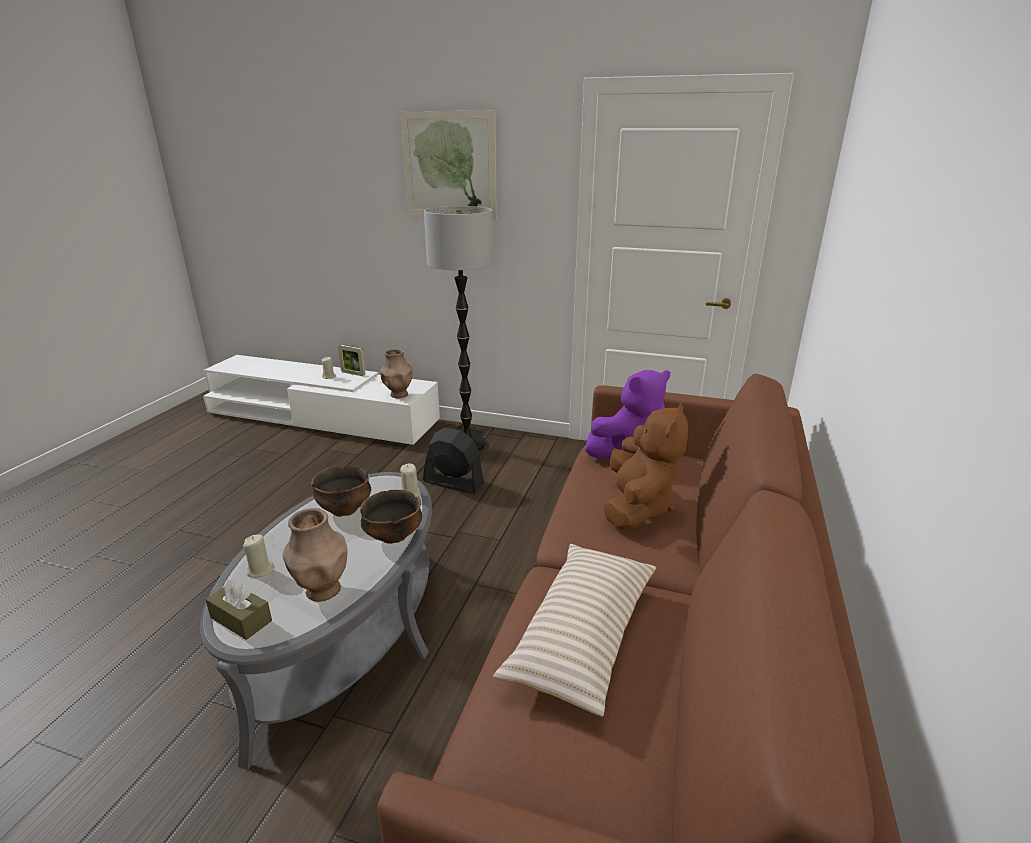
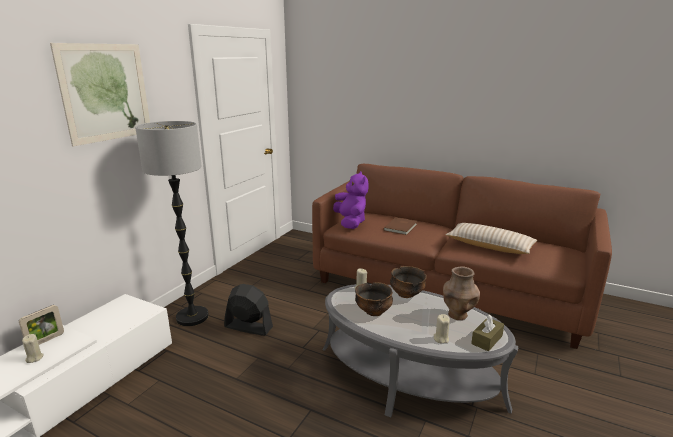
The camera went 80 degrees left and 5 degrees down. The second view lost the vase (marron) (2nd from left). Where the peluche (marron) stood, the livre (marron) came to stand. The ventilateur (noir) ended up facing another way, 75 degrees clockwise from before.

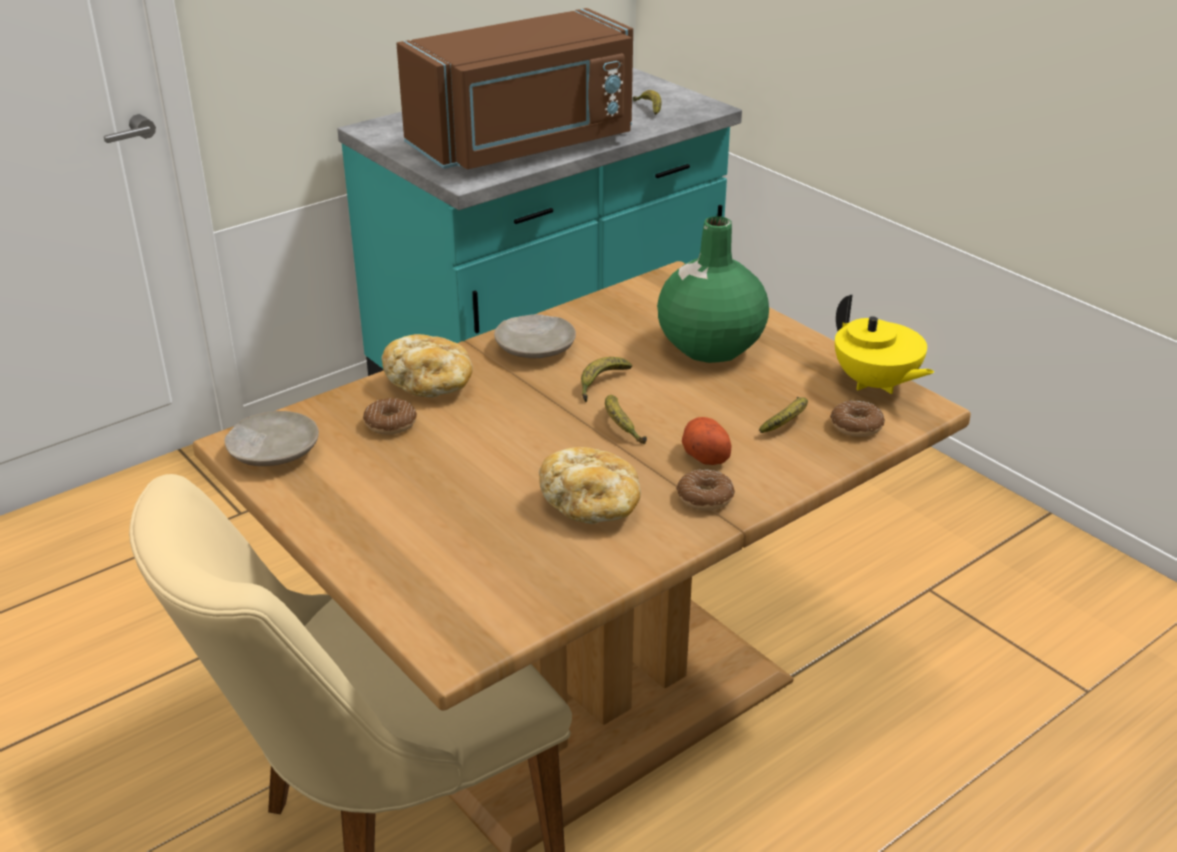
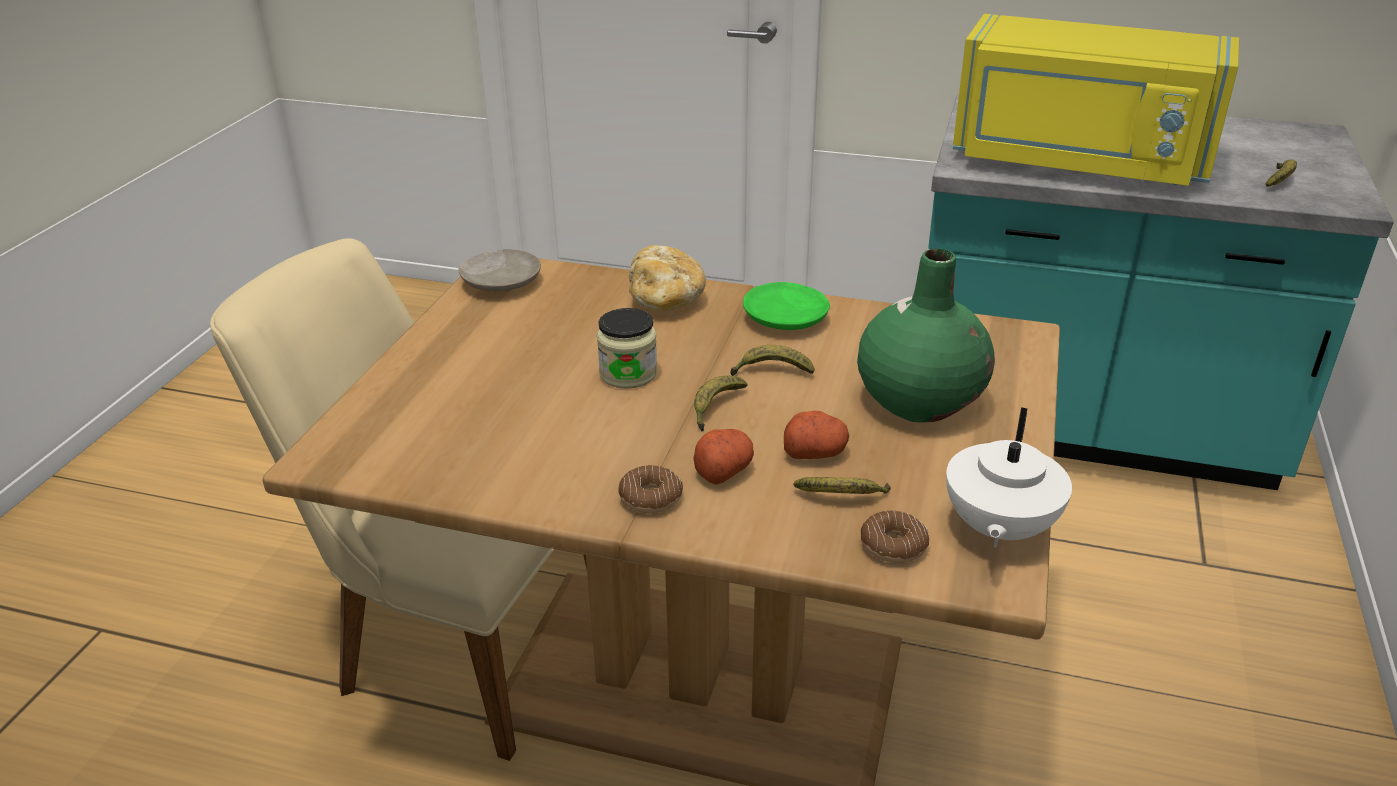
The camera went 55 degrees right and 0 degrees up. The second view lost the beignet (1st from left). The second view lost the pain (2nd from left). The second view gained the bocal. The second view gained the pomme de terre (2nd from left). What was the micro-ondes (marron) turned into the micro-ondes (jaune). What was the assiette (beige) (2nd from left) turned into the assiette (vert). What was the théière (jaune) turned into the théière (blanc).

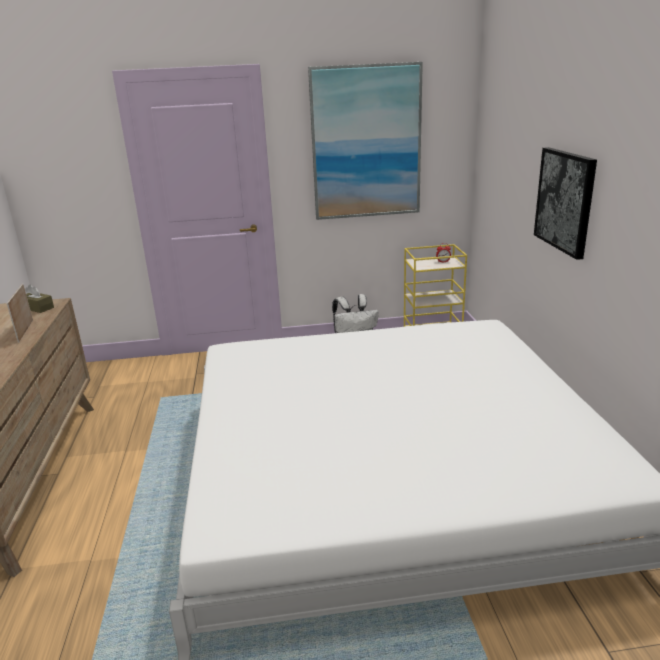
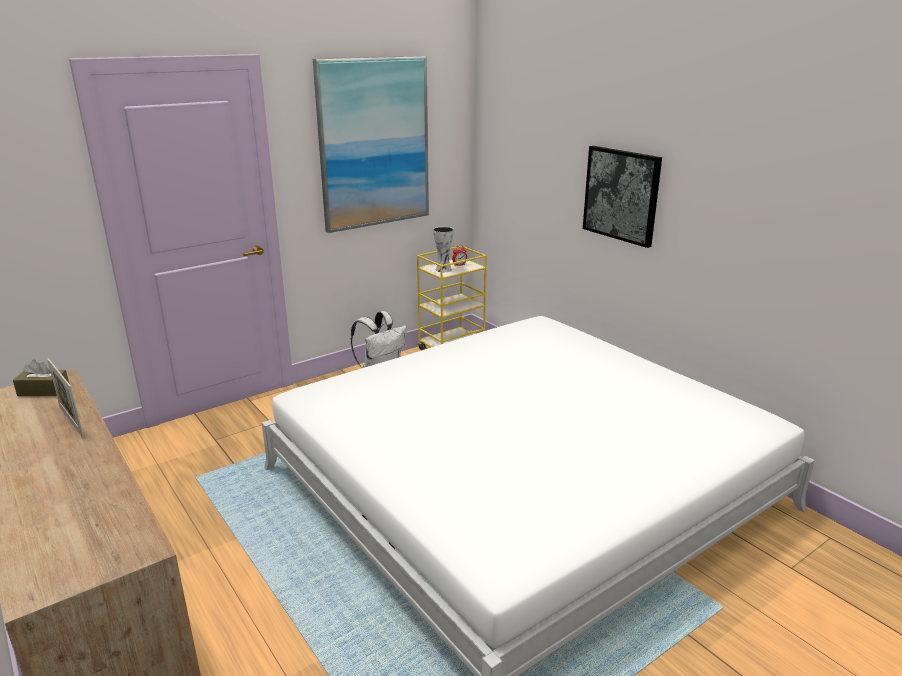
The camera went 30 degrees left and 0 degrees up. The second view gained the vase.

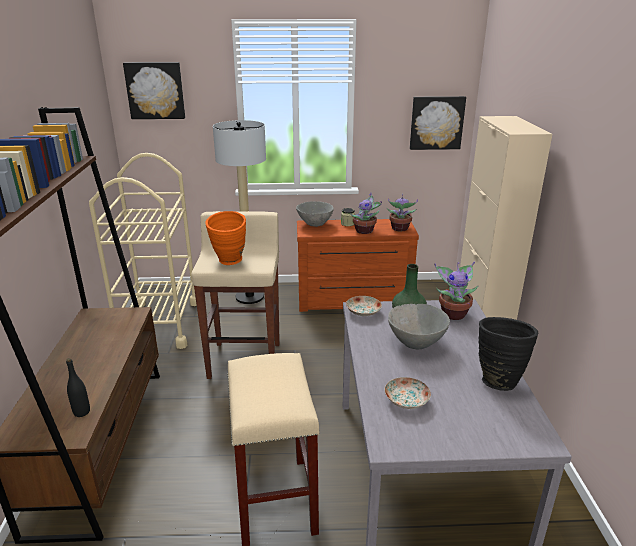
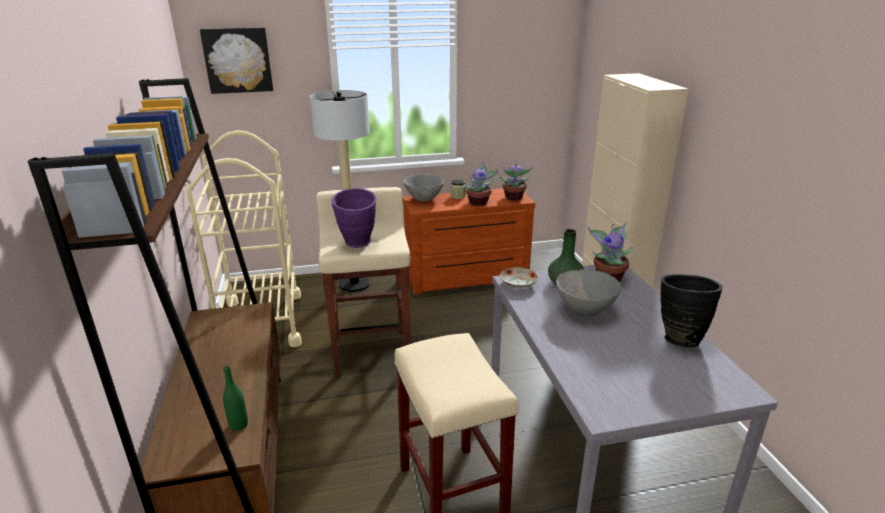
The camera went 10 degrees left and 0 degrees up. The second view lost the assiette (2nd from left). The second view lost the tableau (2nd from left). What was the bouteille (noir) turned into the bouteille (vert). What was the vase (orange) turned into the vase (violet).

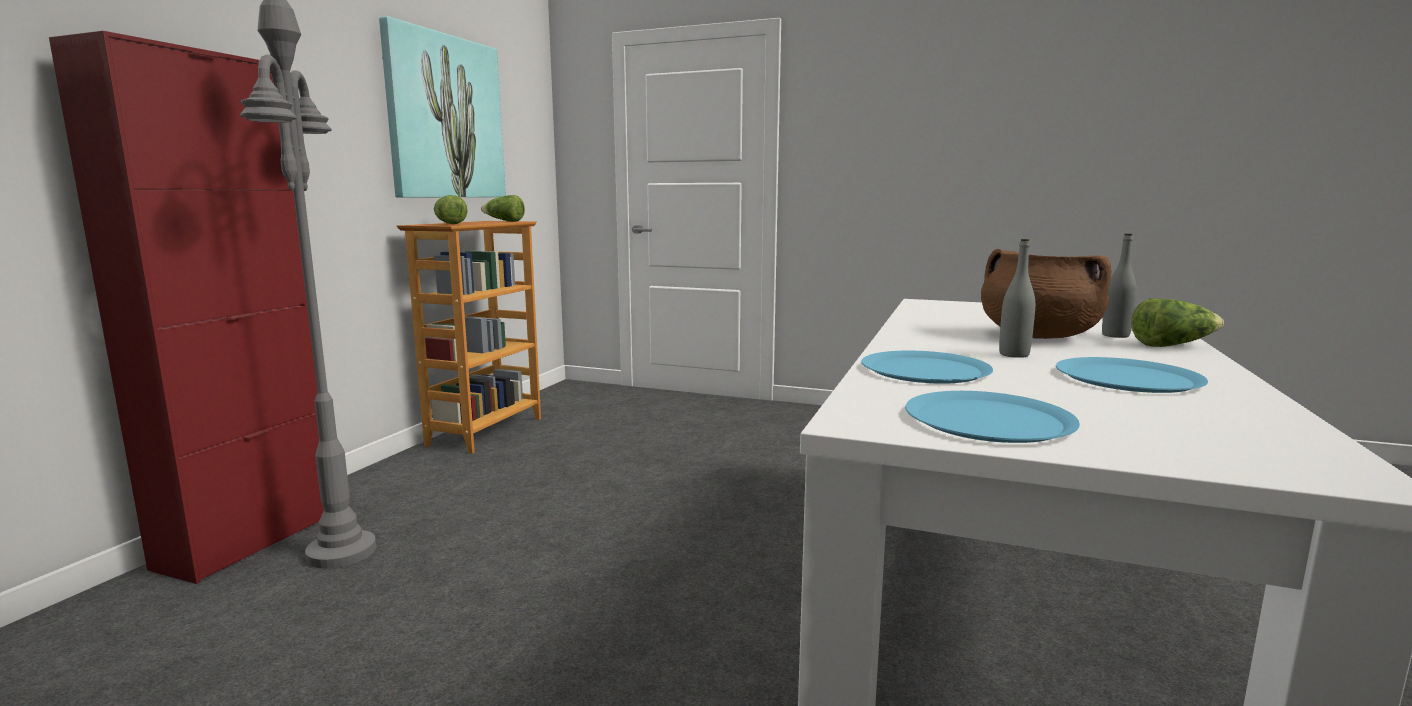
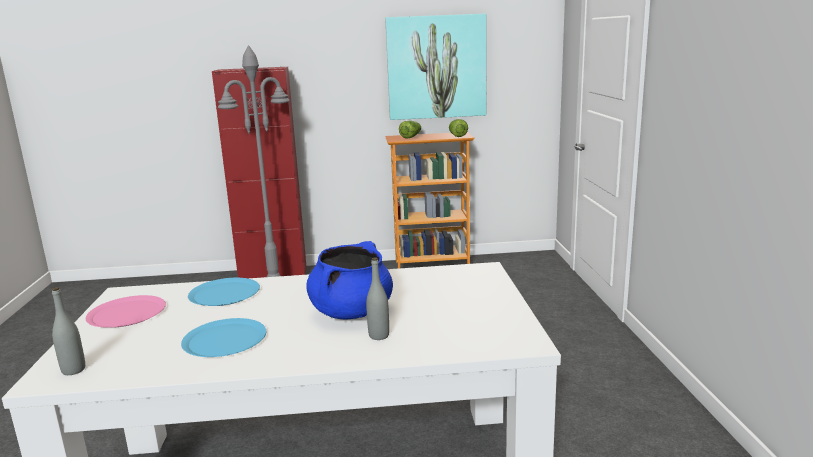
The camera went 65 degrees right and 5 degrees up. The second view lost the laitue (3rd from left). The bouteille (gris) (1st from left) ended up elsewhere. What was the assiette (bleu) (2nd from left) turned into the assiette (rose). What was the marmite (marron) turned into the marmite (bleu).

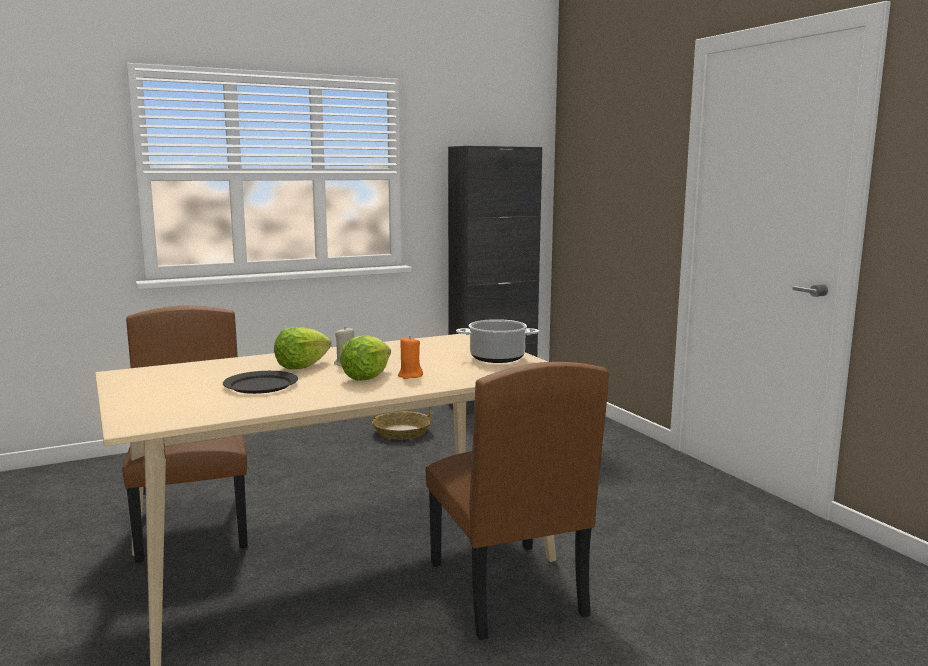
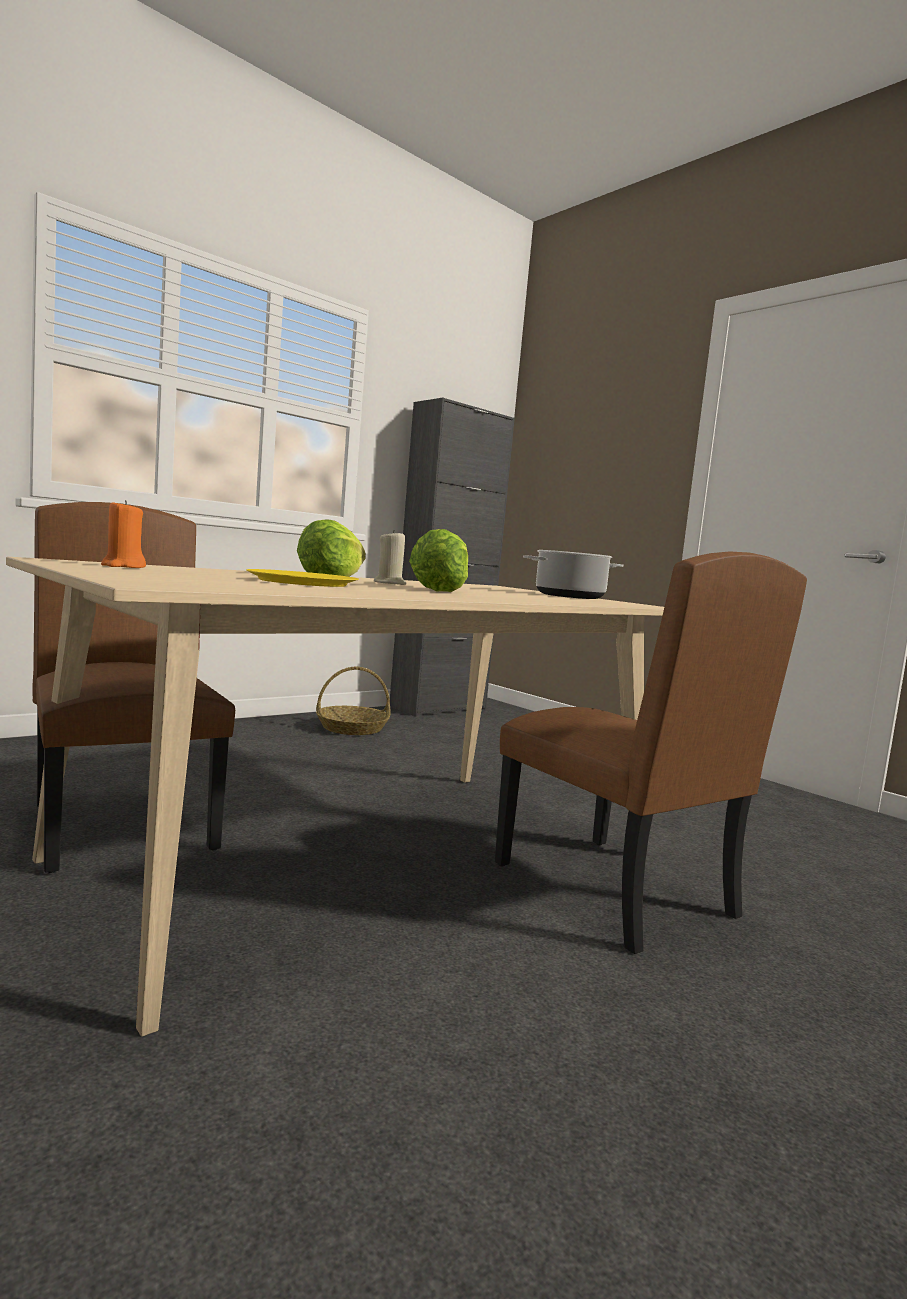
The camera went 15 degrees left and 5 degrees down. The bougie (orange) ended up elsewhere. What was the assiette (noir) turned into the assiette (jaune).

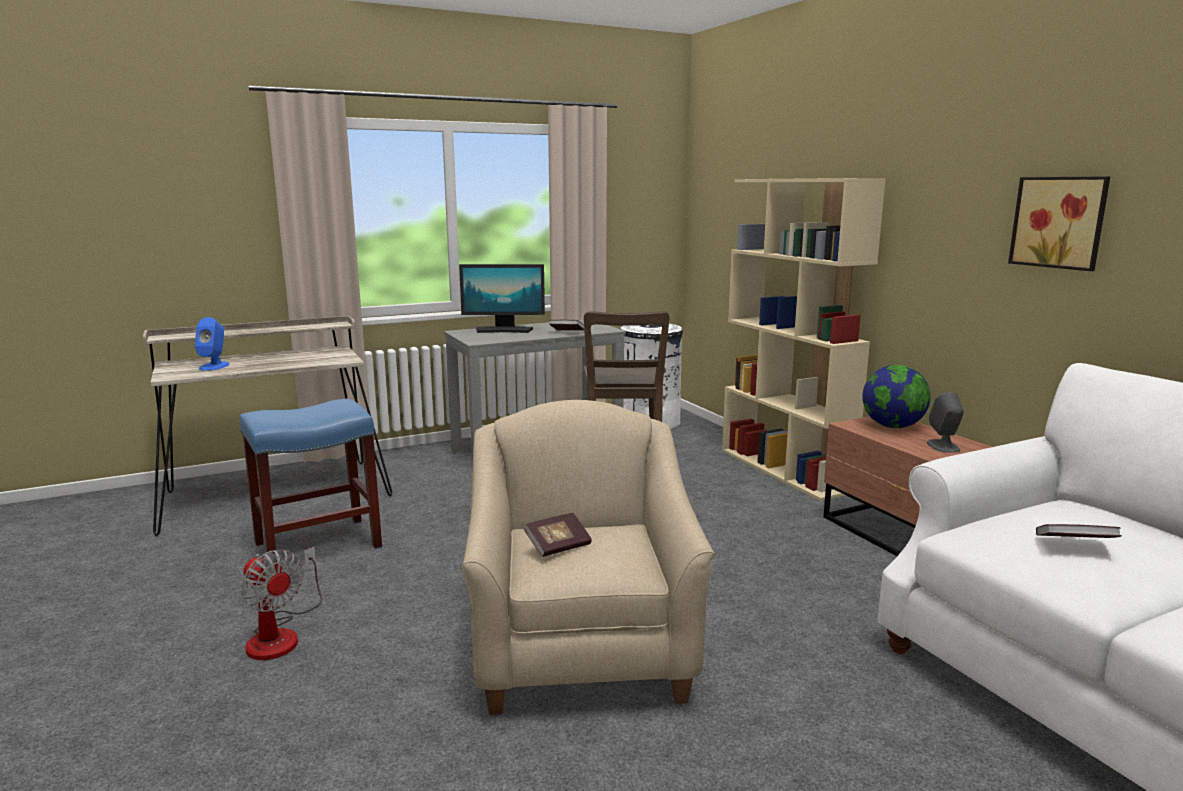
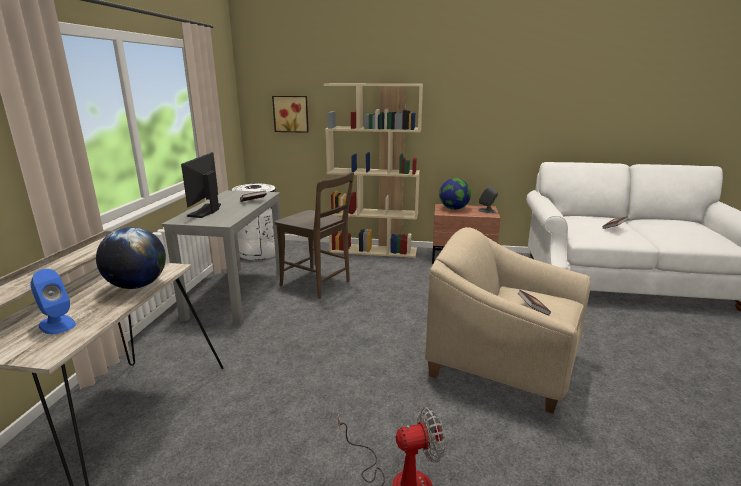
The camera went 55 degrees left and 5 degrees up. The second view lost the tabouret (bleu). The second view gained the globe (1st from left). The tableau ended up elsewhere. The écran d'ordinateur ended up facing another way, 150 degrees clockwise from before.

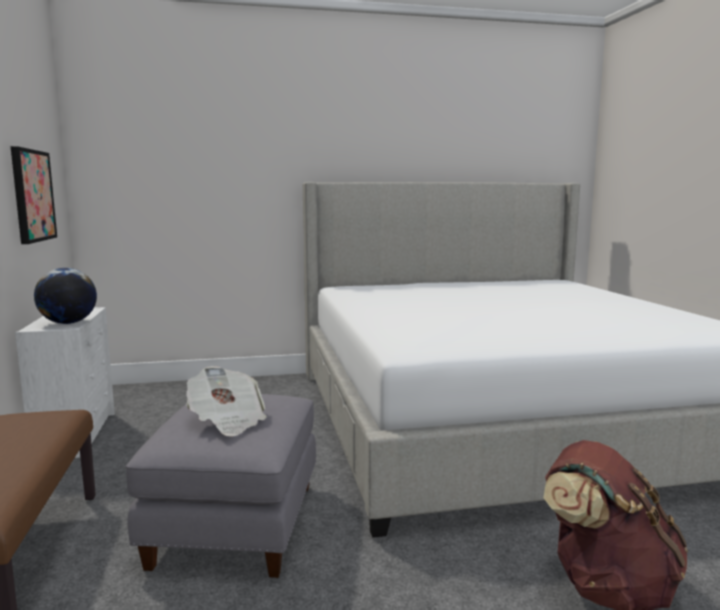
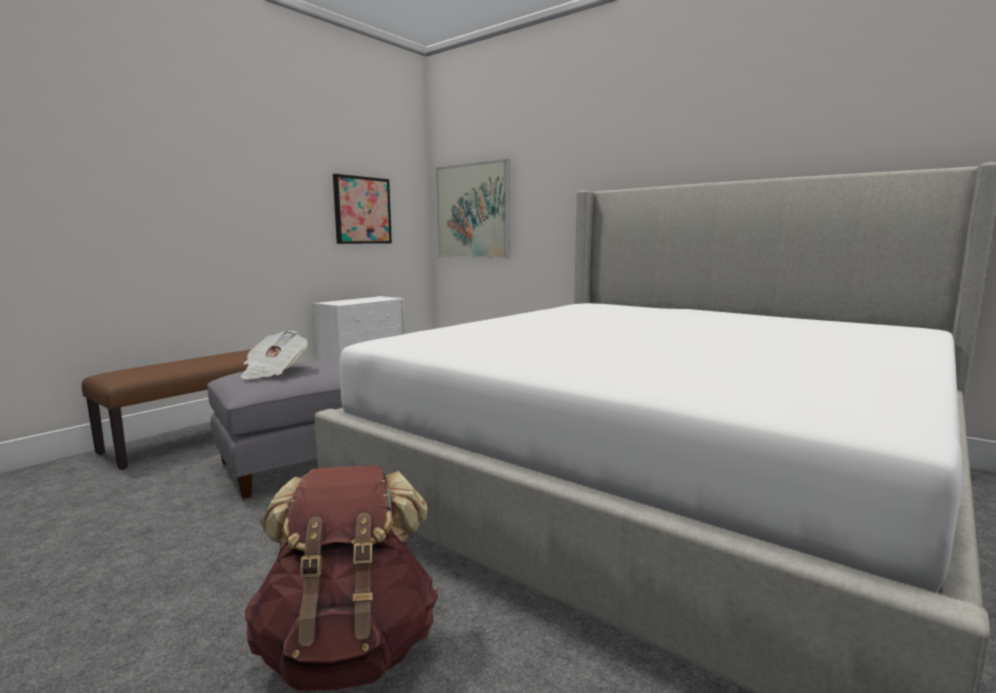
The camera went 50 degrees right and 0 degrees up. The second view lost the globe. The second view gained the tableau (2nd from left).

